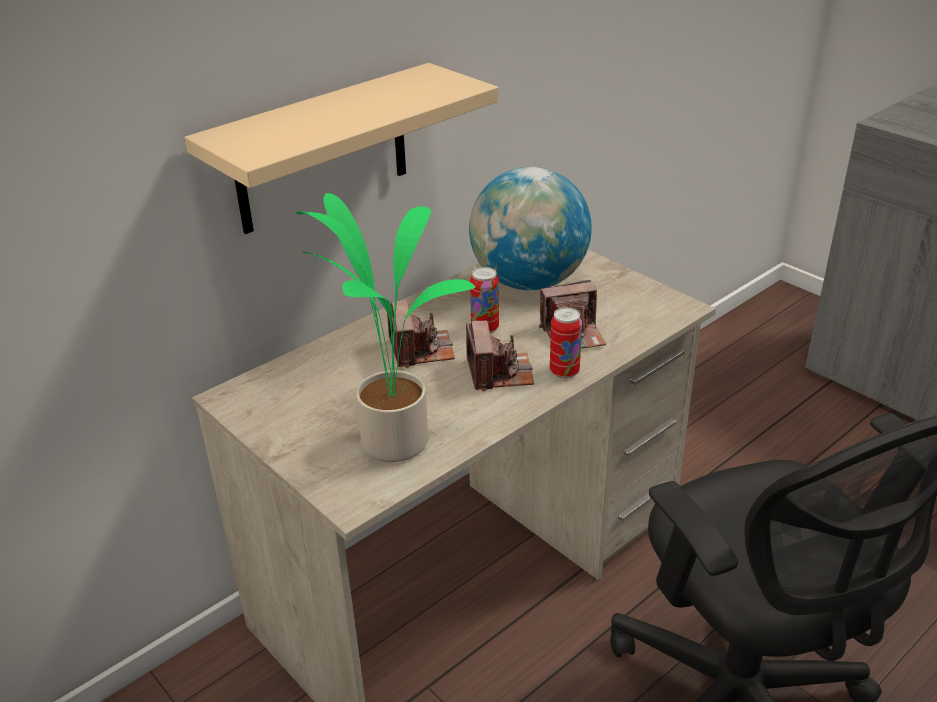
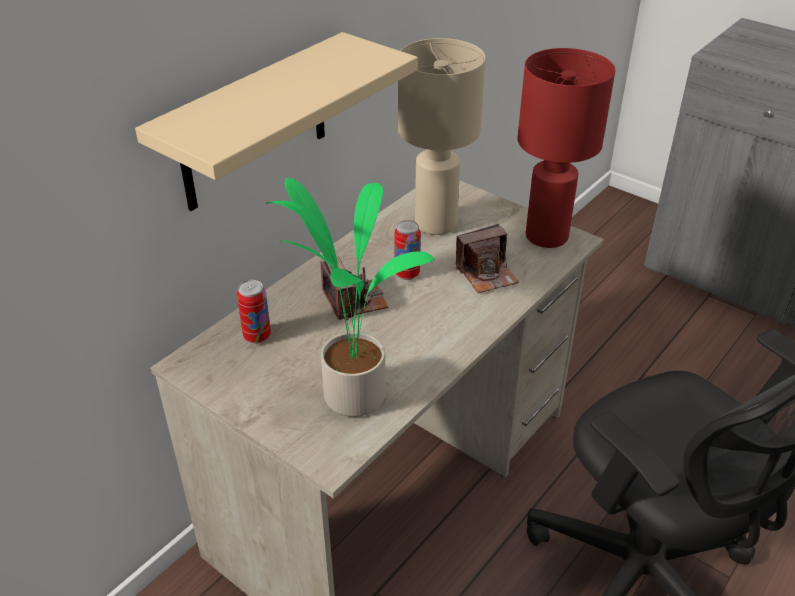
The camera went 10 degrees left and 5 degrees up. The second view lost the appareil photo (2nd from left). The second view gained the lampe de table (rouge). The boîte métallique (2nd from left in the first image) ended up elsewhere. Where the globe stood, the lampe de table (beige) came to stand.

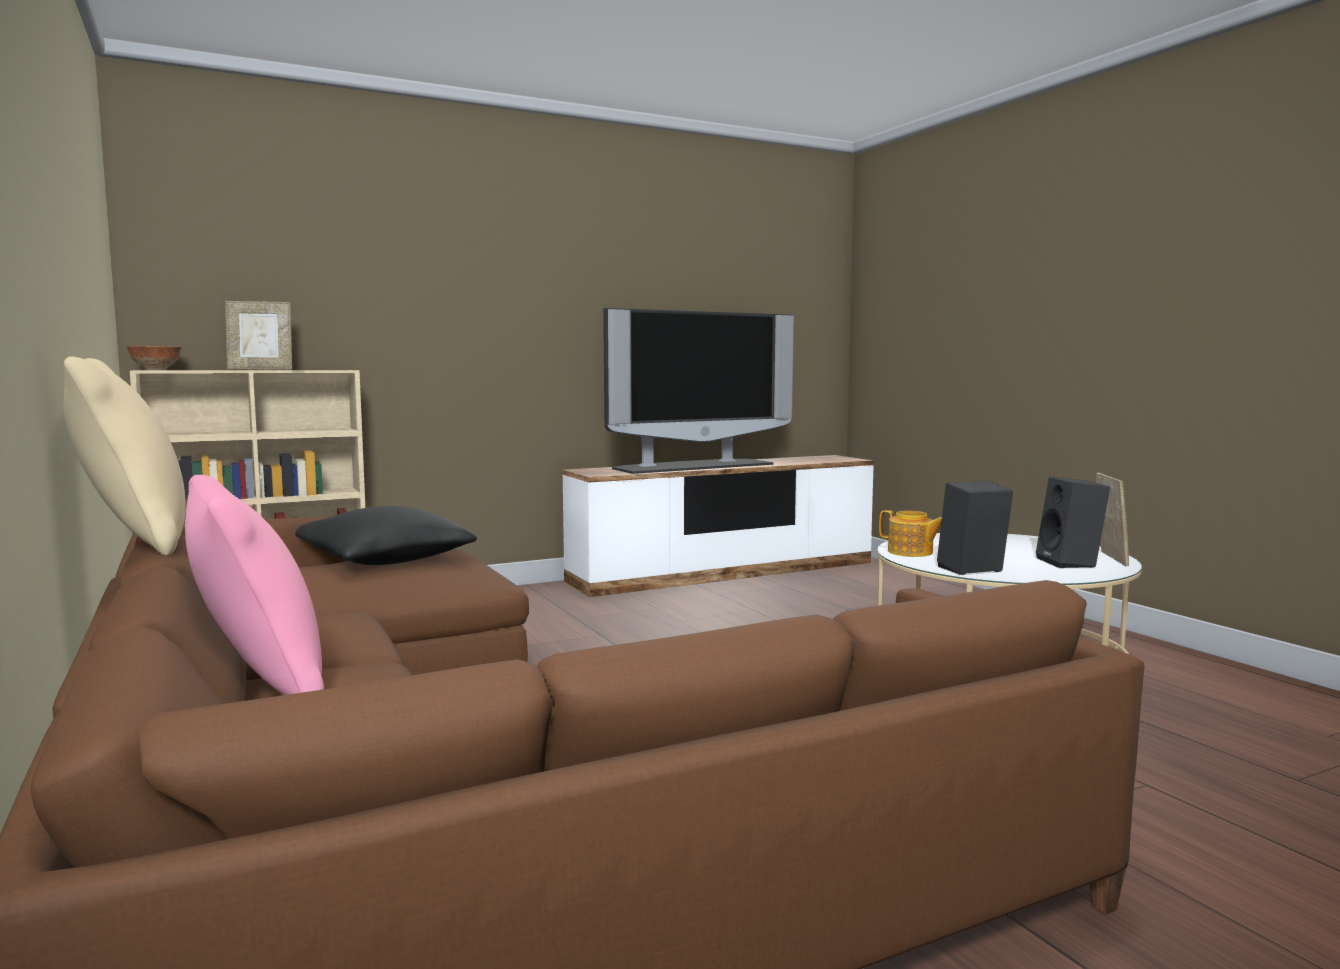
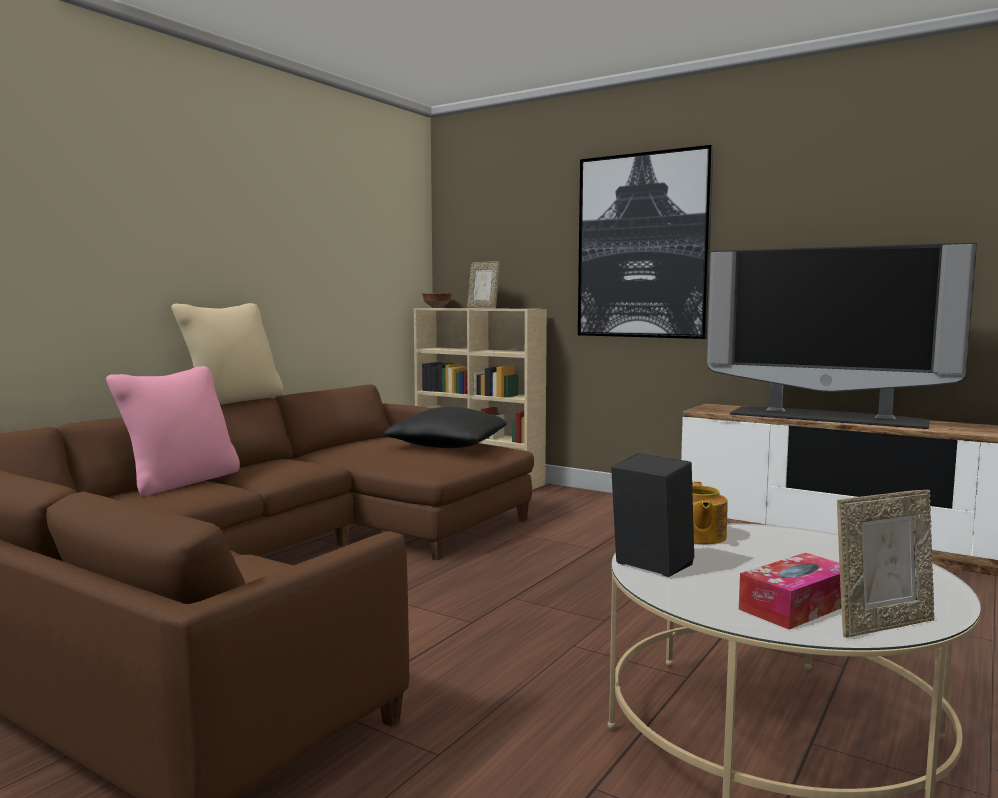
The camera went 60 degrees right and 0 degrees up. The second view gained the tableau. Where the enceinte (noir) (2nd from left) stood, the boîte à mouchoirs came to stand.

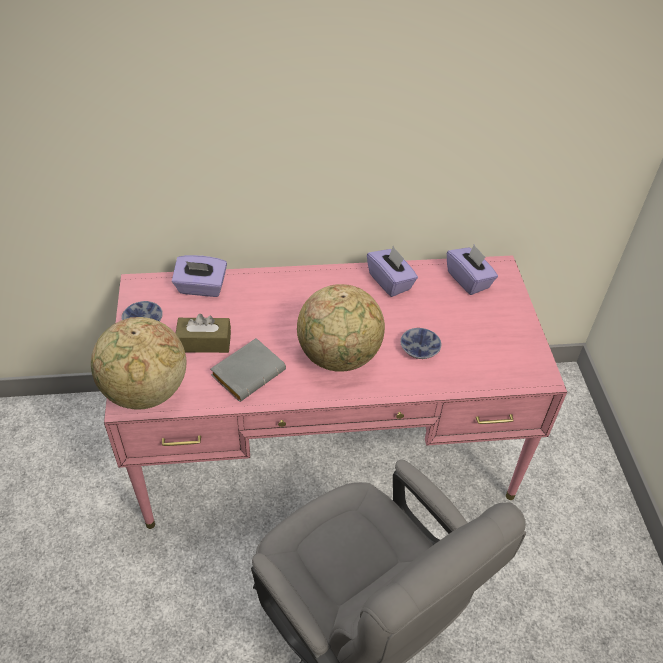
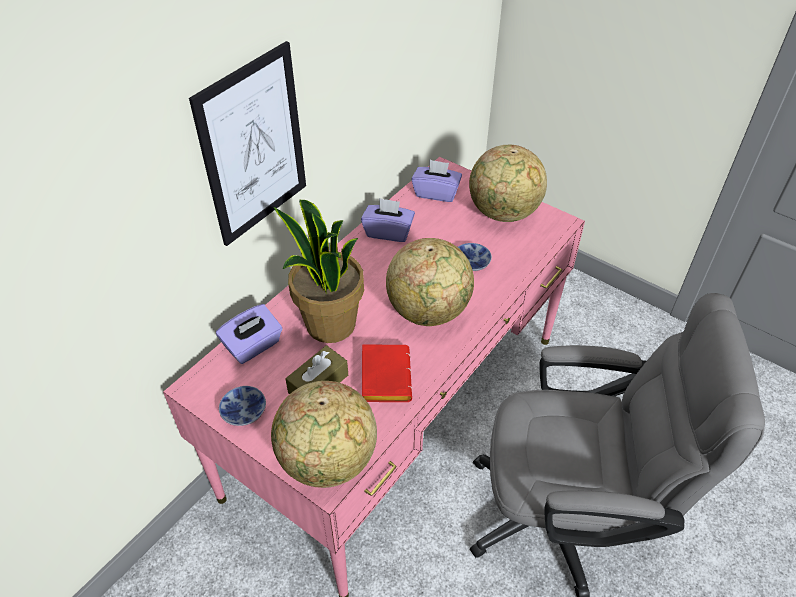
The camera went 45 degrees left and 0 degrees up. The second view gained the tableau. The second view gained the plante en pot. The second view gained the globe (3rd from left). What was the livre (gris) turned into the livre (rouge).

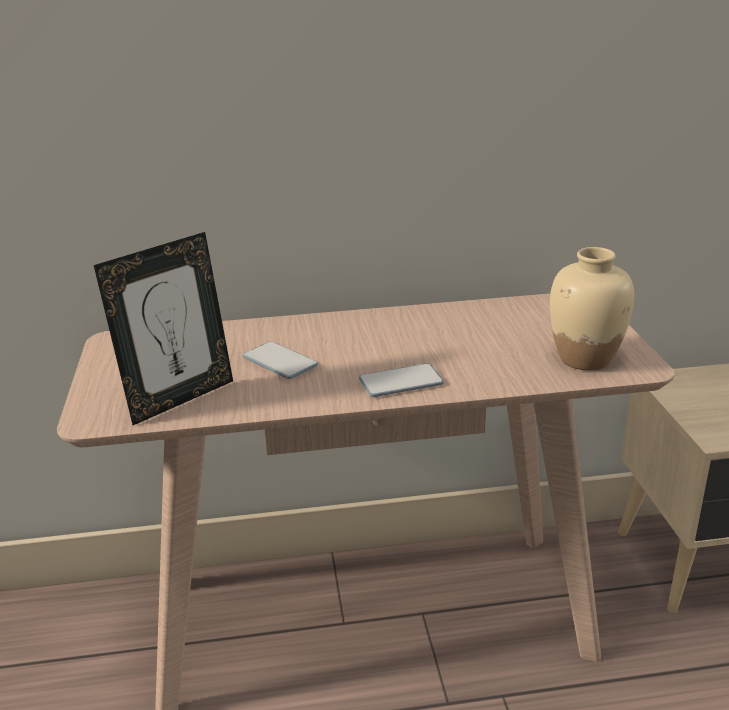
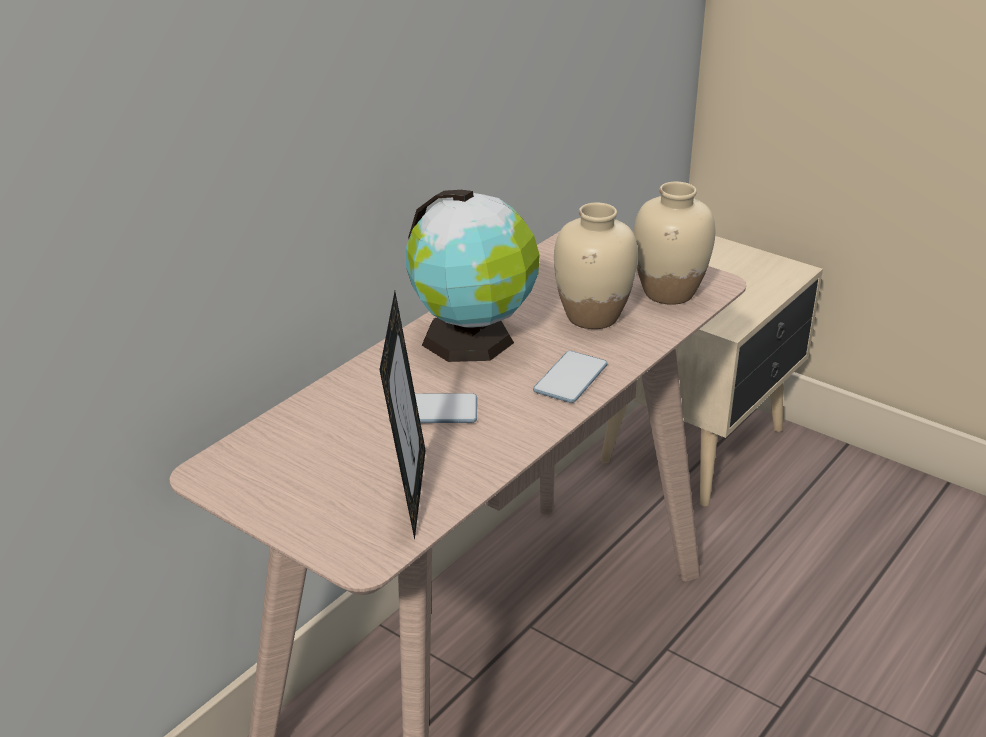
The camera went 45 degrees left and 5 degrees up. The second view gained the globe. The second view gained the vase (beige) (1st from left).

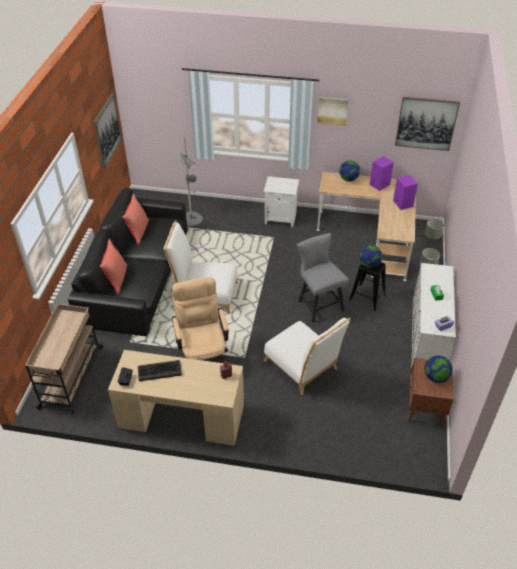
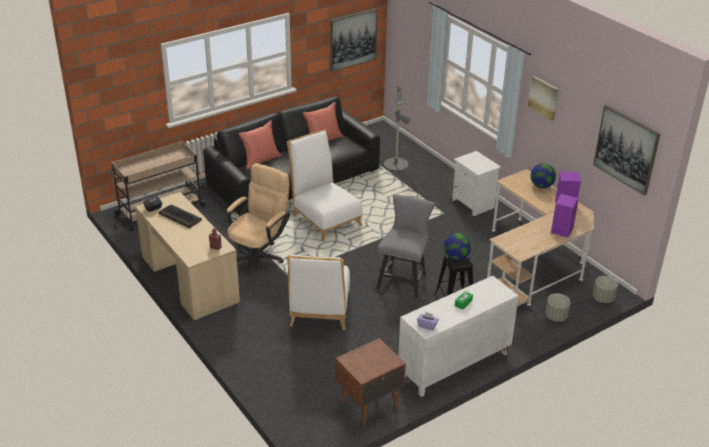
The camera went 45 degrees right and 10 degrees down. The second view lost the globe (3rd from left).

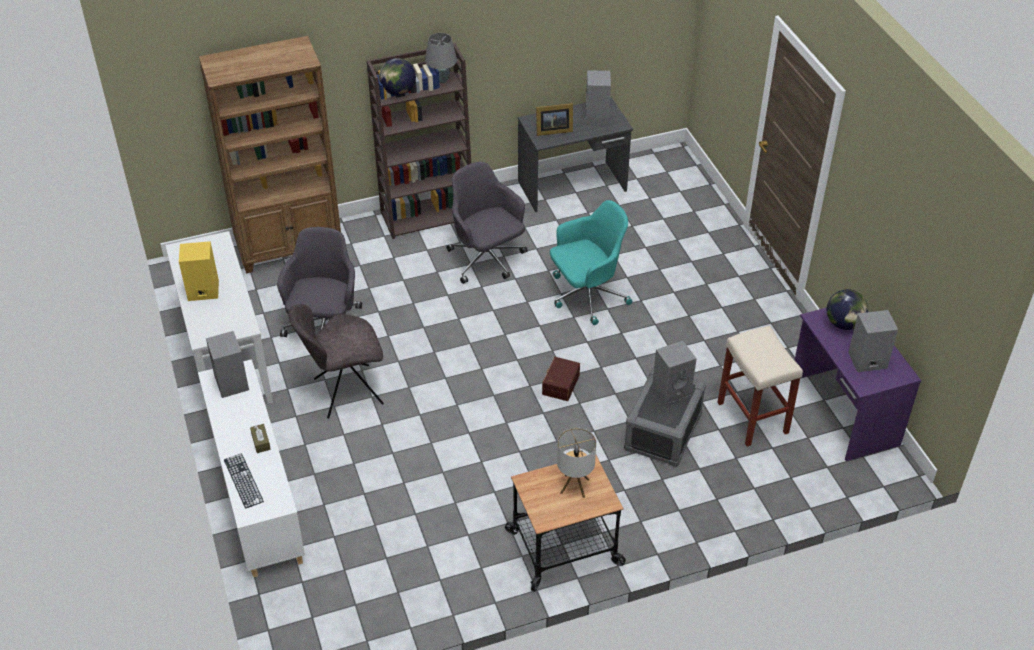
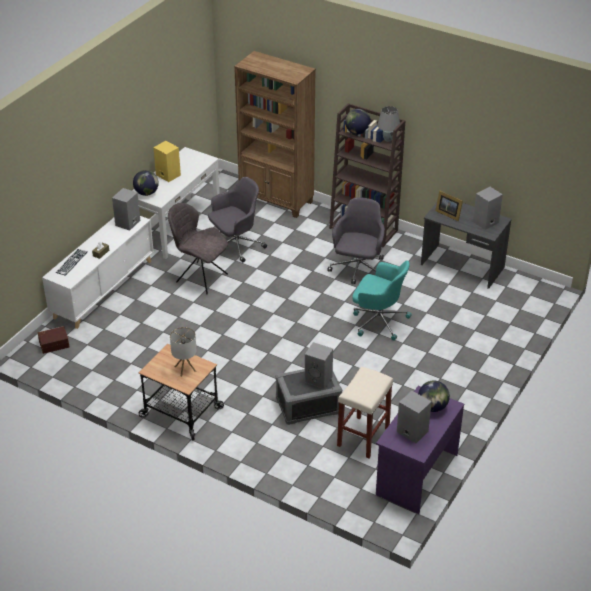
The camera went 50 degrees right and 5 degrees down. The second view gained the globe (1st from left). The boîte de rangement (marron) ended up elsewhere.

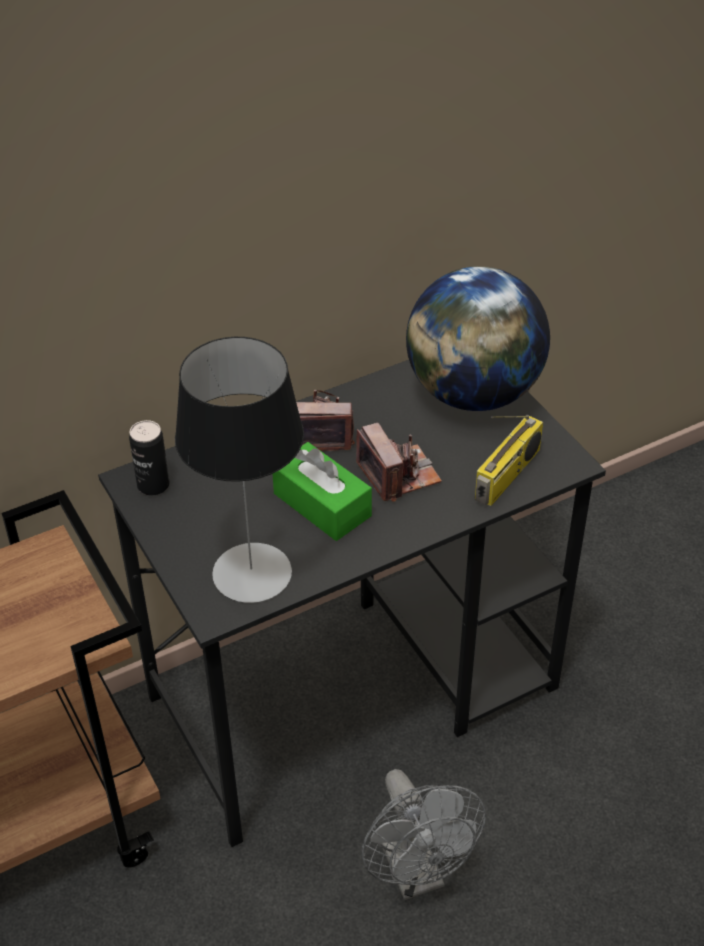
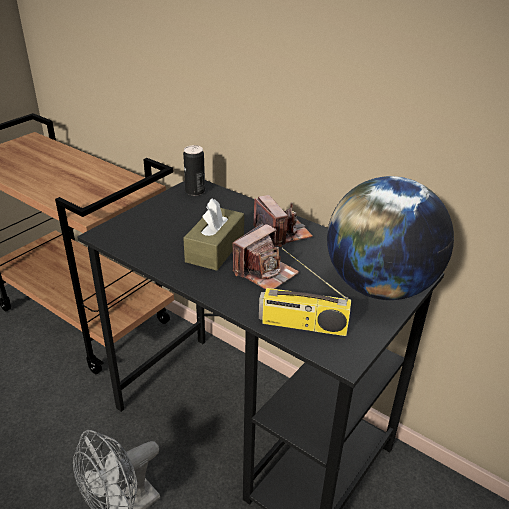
The camera went 65 degrees right and 10 degrees down. The second view lost the lampe de table. What was the boîte à mouchoirs (vert) turned into the boîte à mouchoirs (marron).

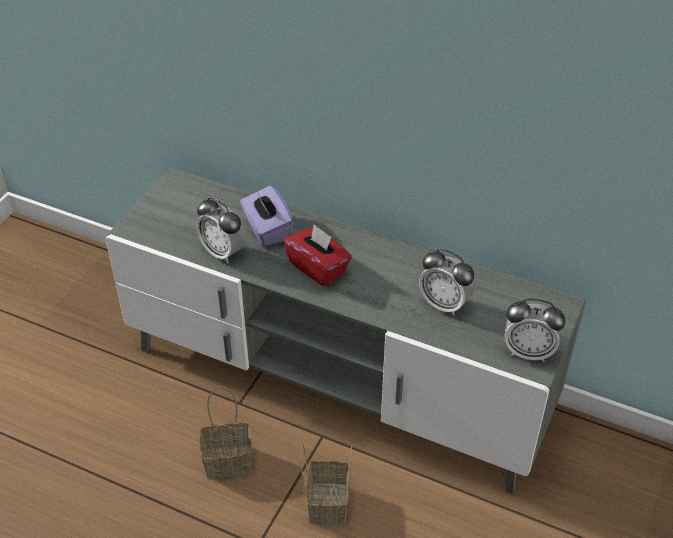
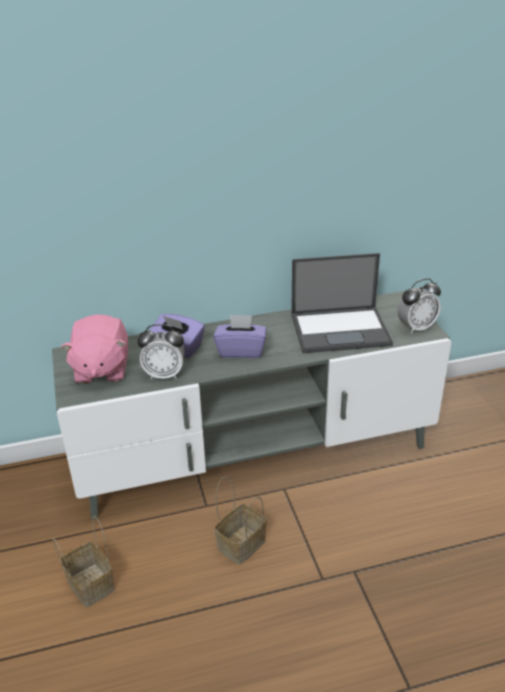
The camera went 40 degrees left and 10 degrees down. The second view gained the peluche (rose). The panier (2nd from left in the first image) ended up elsewhere. Where the réveil (2nd from left) stood, the ordinateur portable came to stand. What was the boîte à mouchoirs (rouge) turned into the boîte à mouchoirs (violet) (2nd from left).

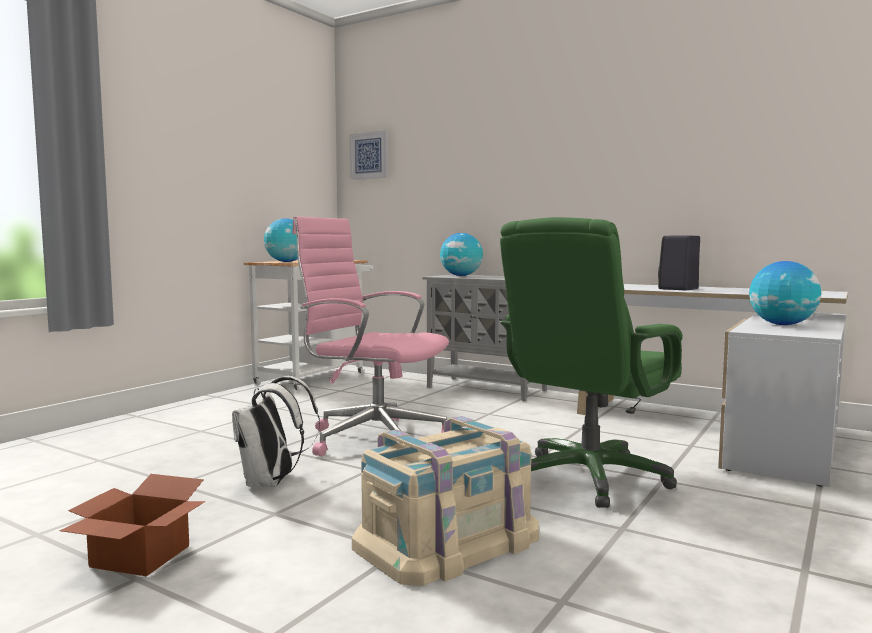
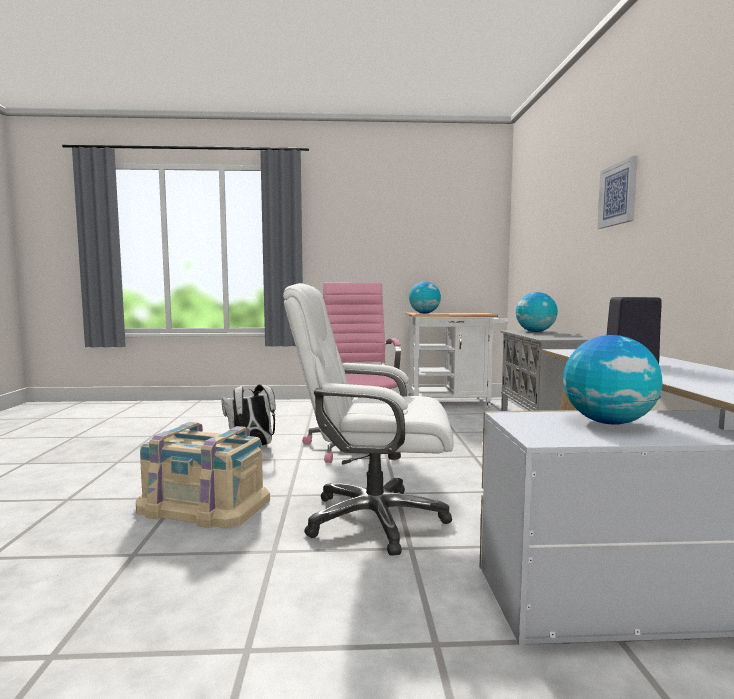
The camera went 55 degrees right and 0 degrees up. The second view lost the carton. The tableau ended up elsewhere. What was the chaise de bureau (vert) turned into the chaise de bureau (blanc).

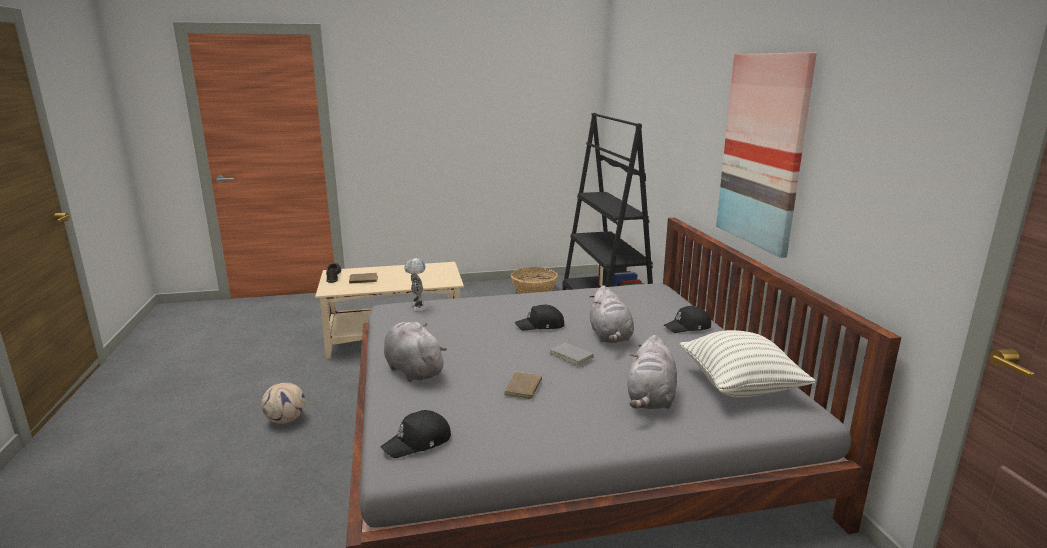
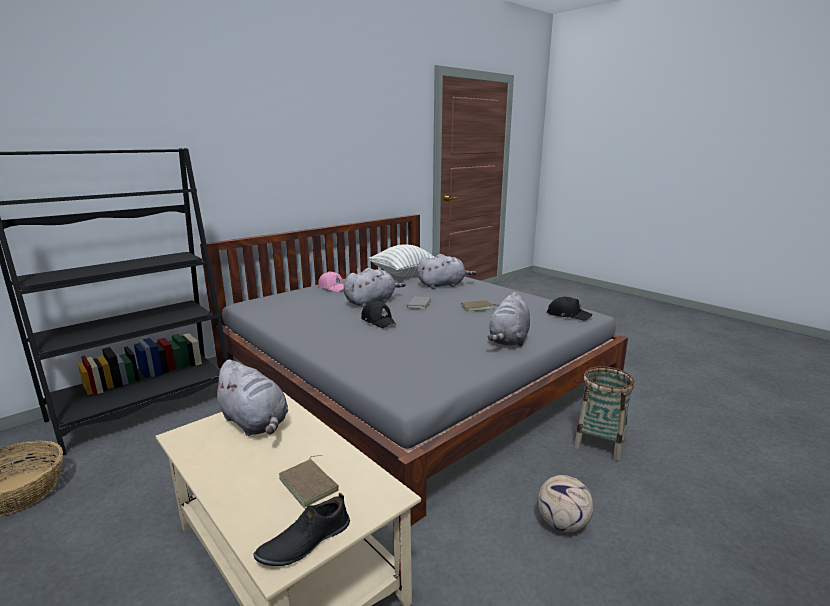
The camera went 120 degrees left and 0 degrees up. The second view lost the robot jouet. The second view lost the tableau. The second view gained the peluche (gris) (1st from left). The second view gained the panier (2nd from left). What was the casquette (noir) (3rd from left) turned into the casquette (rose).

